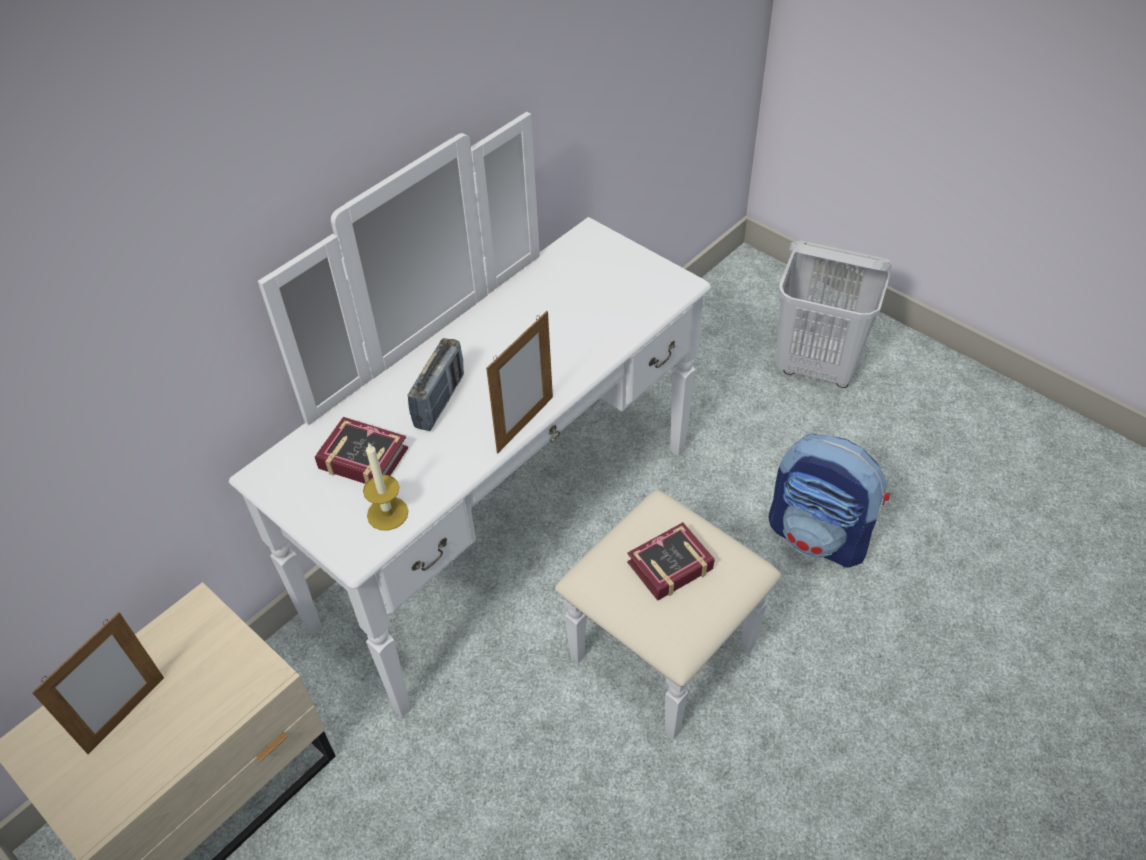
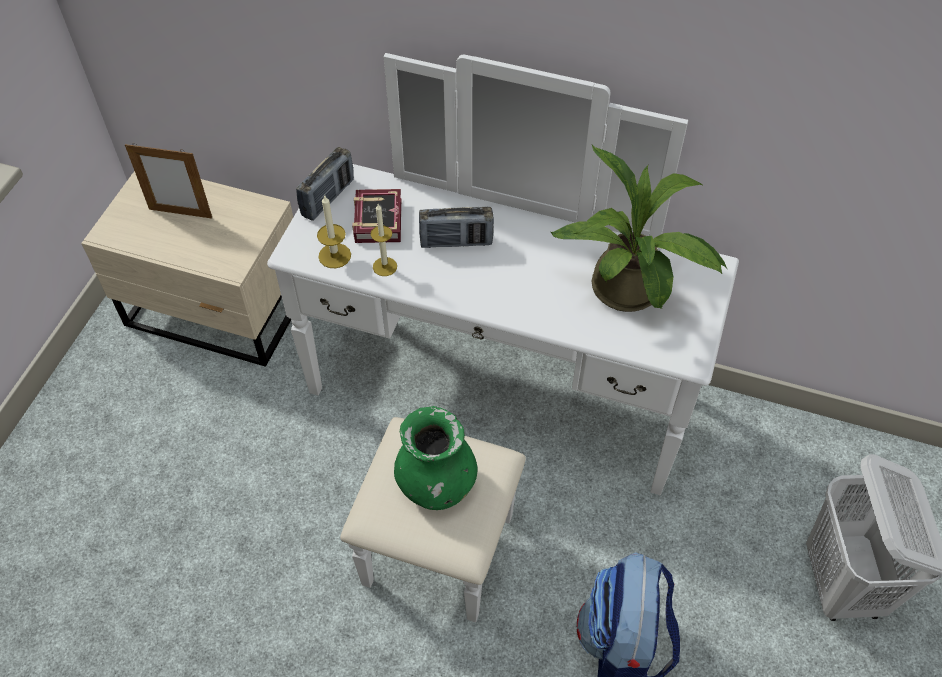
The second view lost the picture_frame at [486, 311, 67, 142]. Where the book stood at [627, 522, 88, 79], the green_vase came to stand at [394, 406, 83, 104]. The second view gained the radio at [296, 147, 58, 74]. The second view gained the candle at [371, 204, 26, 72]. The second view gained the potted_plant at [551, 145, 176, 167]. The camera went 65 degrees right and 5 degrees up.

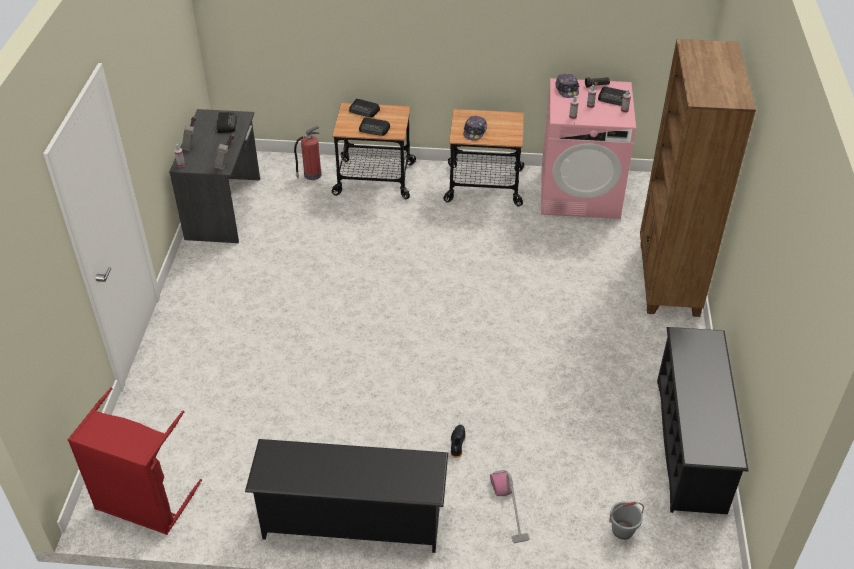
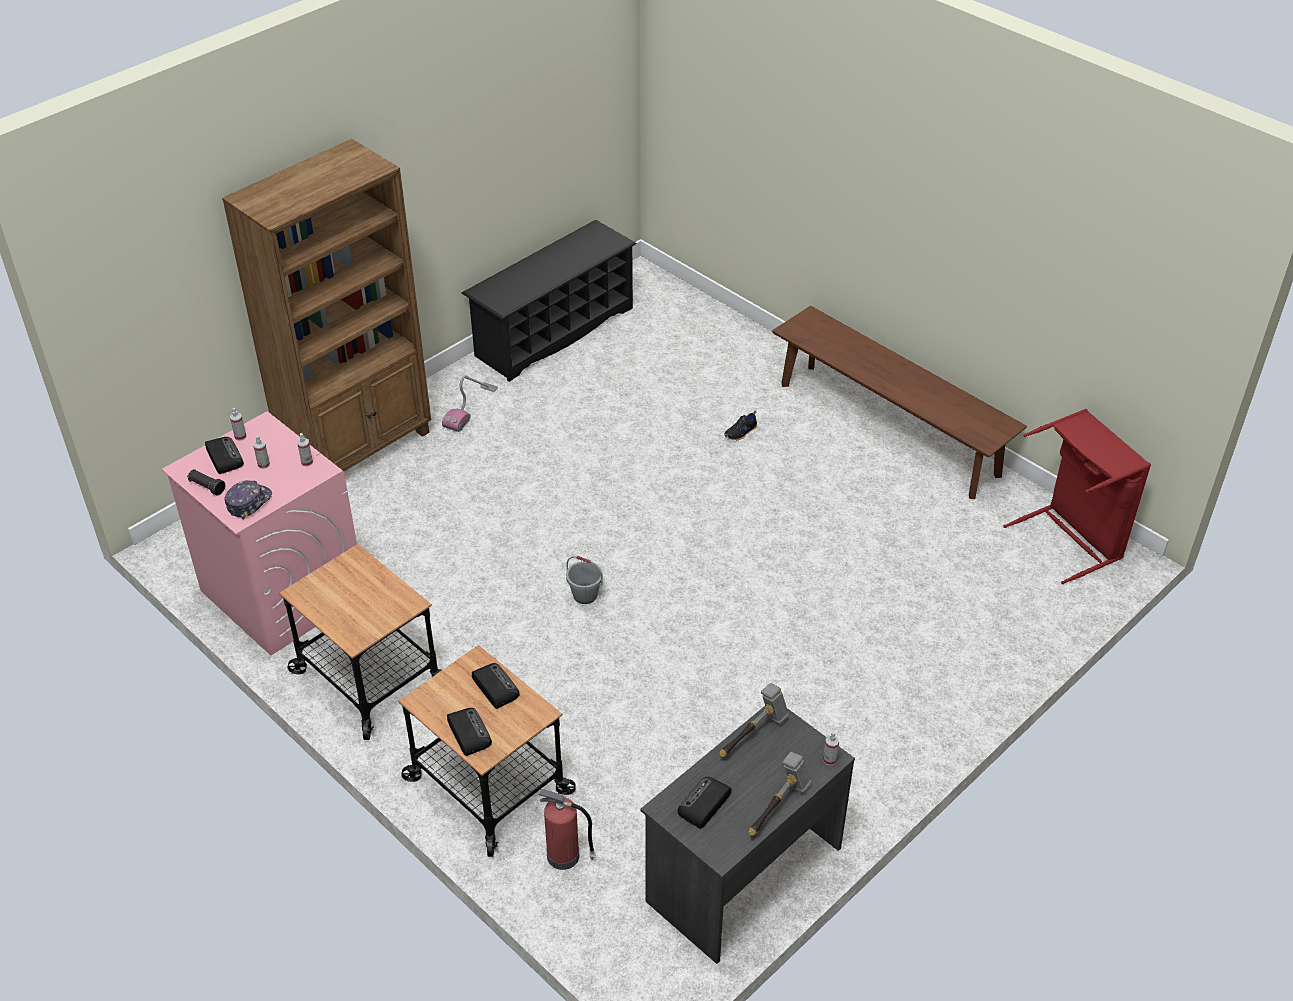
Where the black_shoe_rack stood at [245, 439, 203, 114], the brown_bench came to stand at [772, 306, 255, 193]. The second view lost the cap at [463, 116, 24, 24]. The vacuum_cleaner ended up elsewhere, having gone from [490, 470, 40, 73] to [442, 375, 56, 57]. The grey_bucket ended up elsewhere, having gone from [609, 501, 35, 39] to [566, 556, 37, 48]. The camera went 140 degrees left and 0 degrees up.

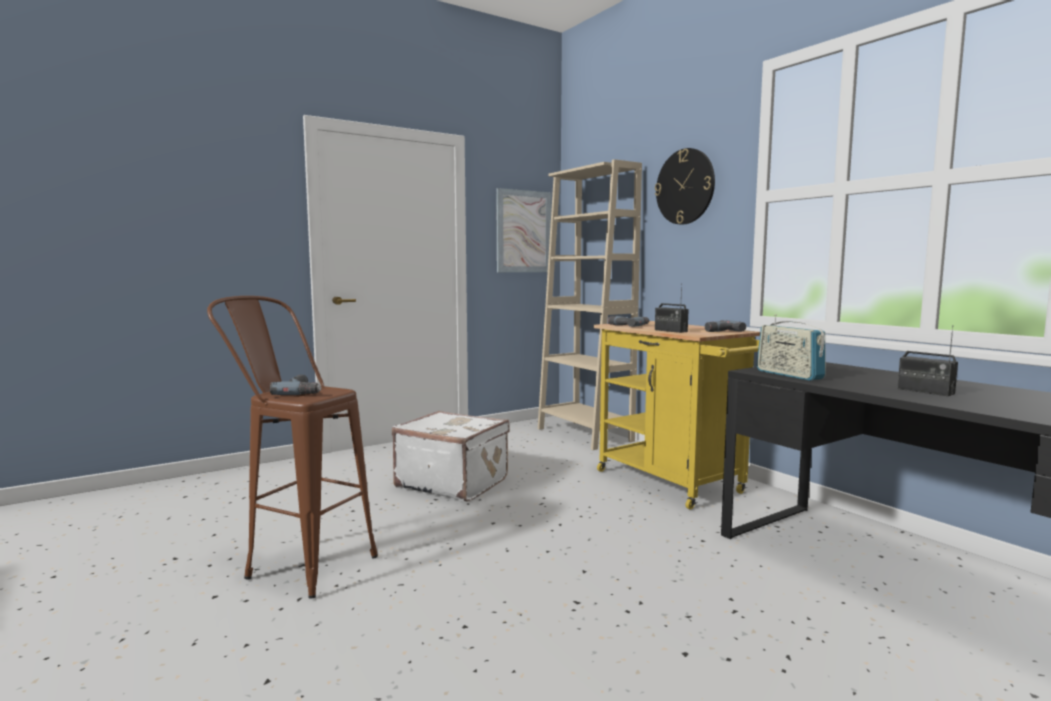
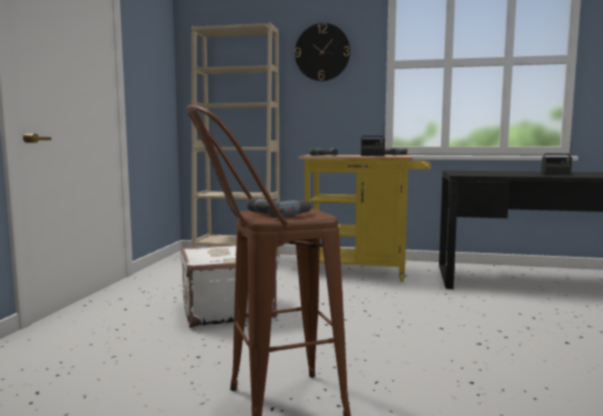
The second view lost the picture at [496, 188, 55, 84]. The second view lost the radio at [757, 314, 69, 67]. The camera went 45 degrees left and 0 degrees up.

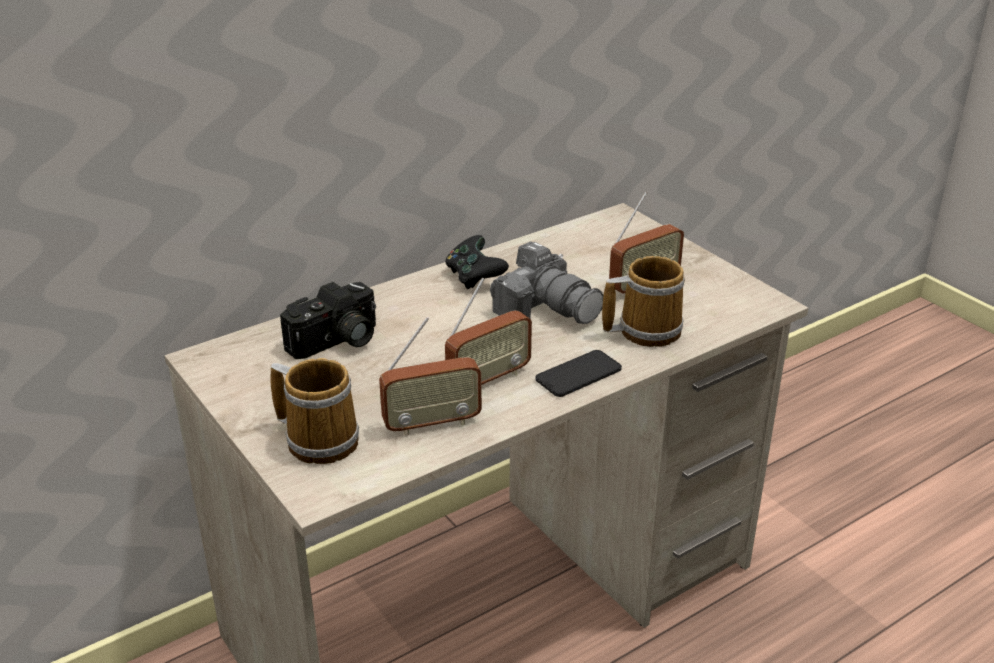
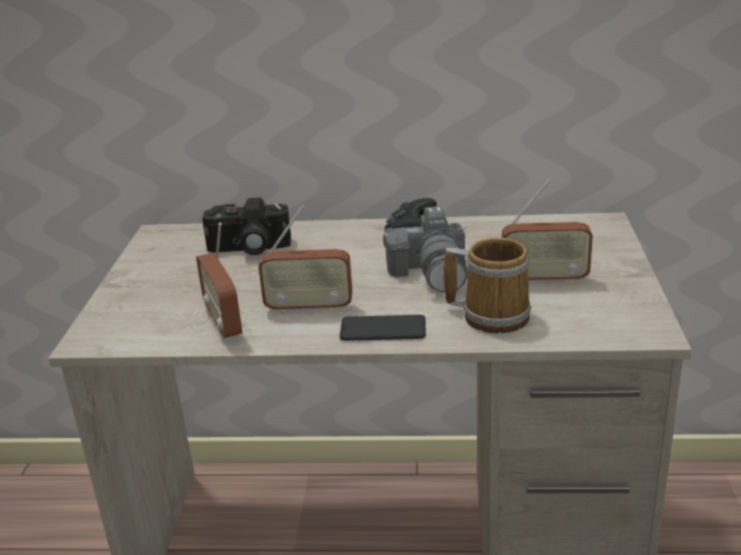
The second view lost the mug at [270, 358, 89, 106]. The radio at [379, 317, 103, 119] ended up facing another way, 45 degrees clockwise from before. The camera went 40 degrees right and 5 degrees down.

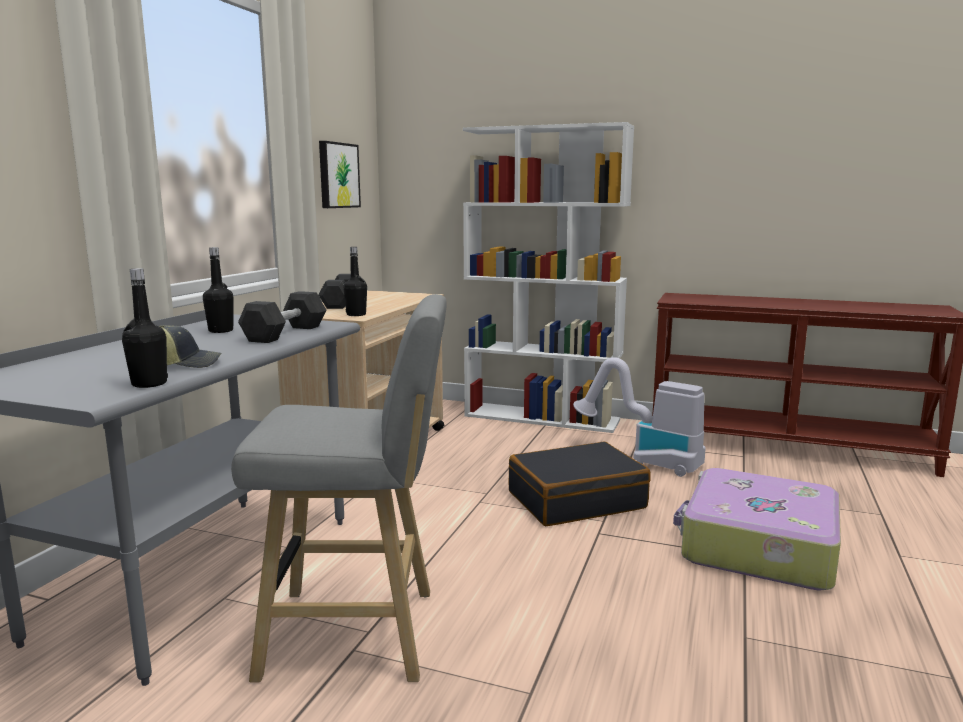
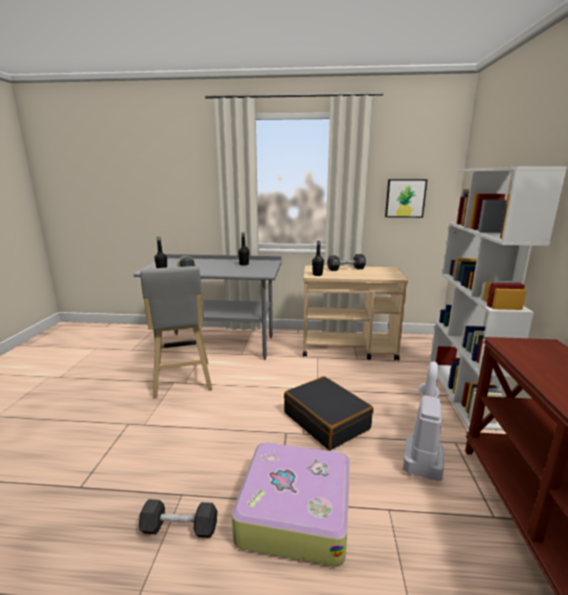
The black_dumbbell ended up elsewhere, having gone from [238, 291, 88, 52] to [139, 499, 78, 39]. The camera went 75 degrees right and 5 degrees up.

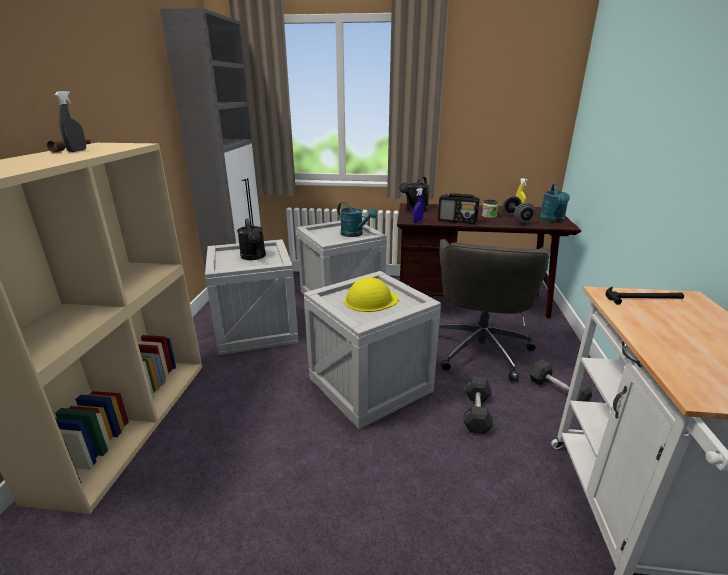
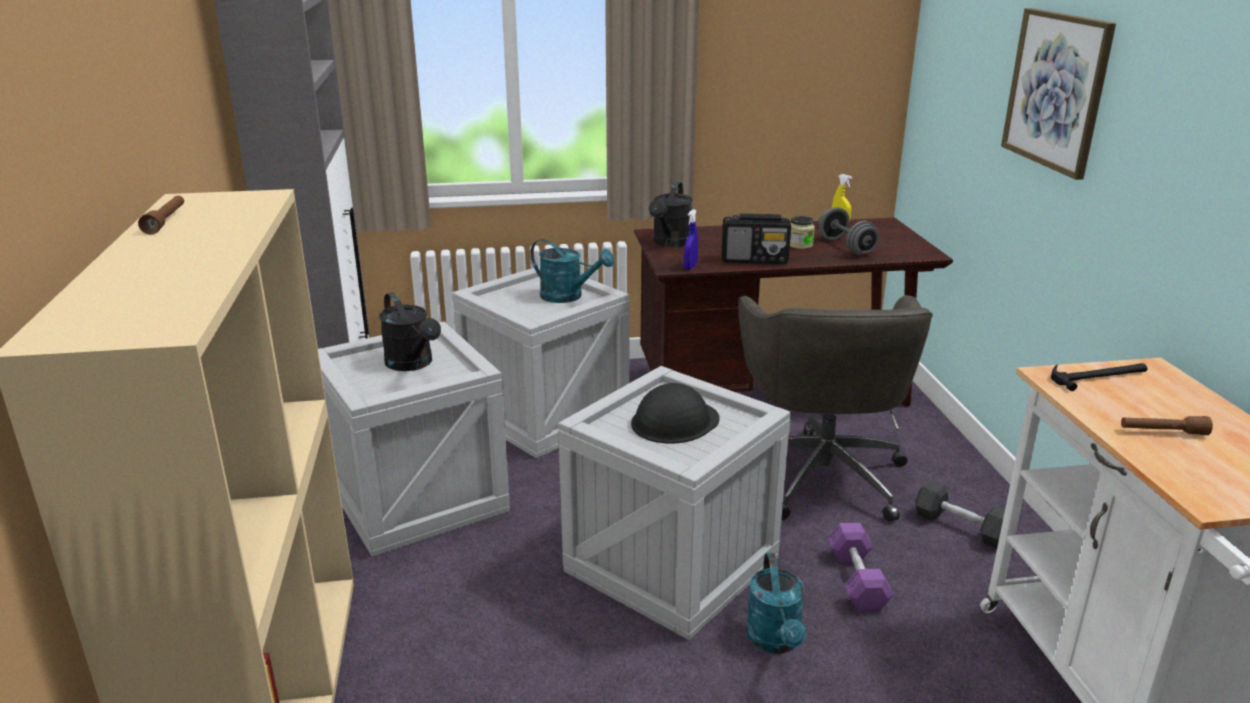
The second view lost the grey_spray_bottle at [54, 91, 32, 61]. What was the yellow_hard_hat at [344, 277, 55, 35] turned into the black_hard_hat at [631, 383, 89, 61]. What was the grey_dumbbell at [463, 377, 30, 57] turned into the purple_dumbbell at [827, 523, 66, 88]. The turquoise_watering_can ended up elsewhere, having gone from [540, 184, 30, 39] to [746, 553, 60, 101]. The second view gained the picture at [1001, 8, 115, 172]. The second view gained the brown_flashlight at [1121, 416, 92, 19]. The camera went 15 degrees left and 0 degrees up.

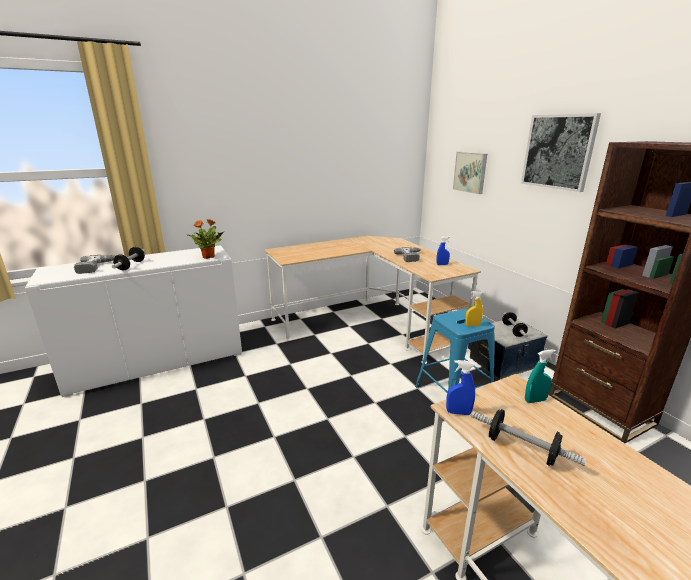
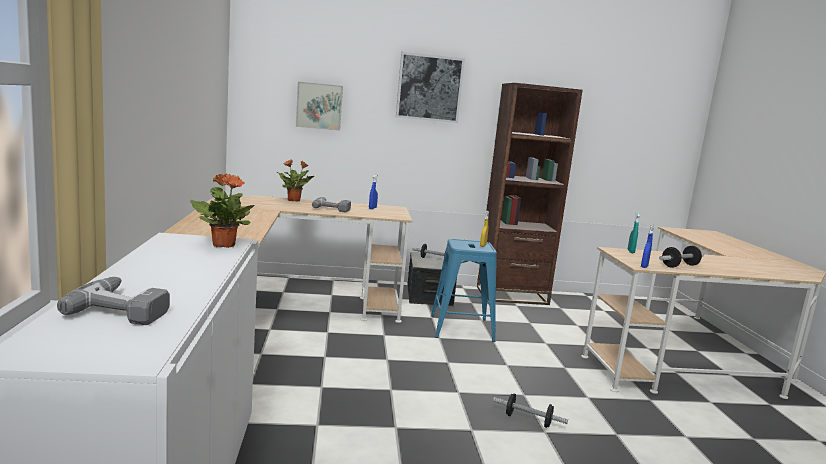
The dumbbell ended up elsewhere, having gone from [112, 247, 33, 23] to [493, 393, 75, 35]. The second view gained the potted_plant at [277, 160, 37, 42]. The camera went 70 degrees left and 10 degrees down.

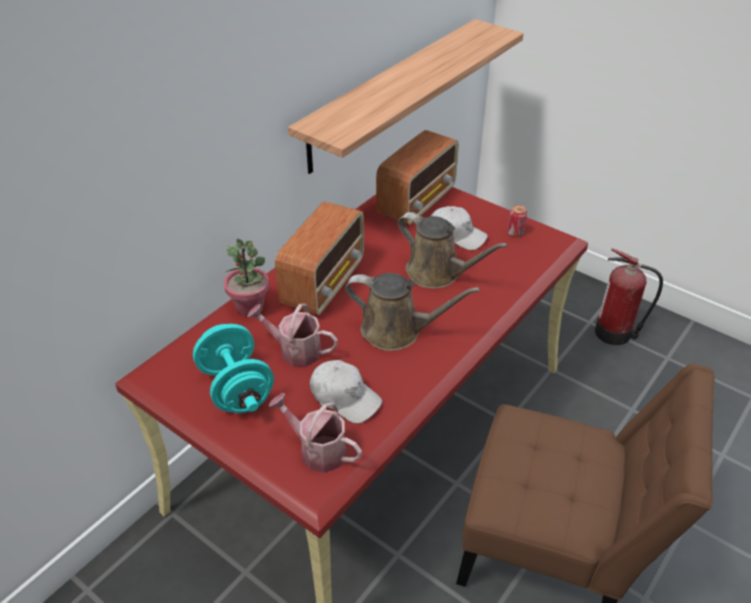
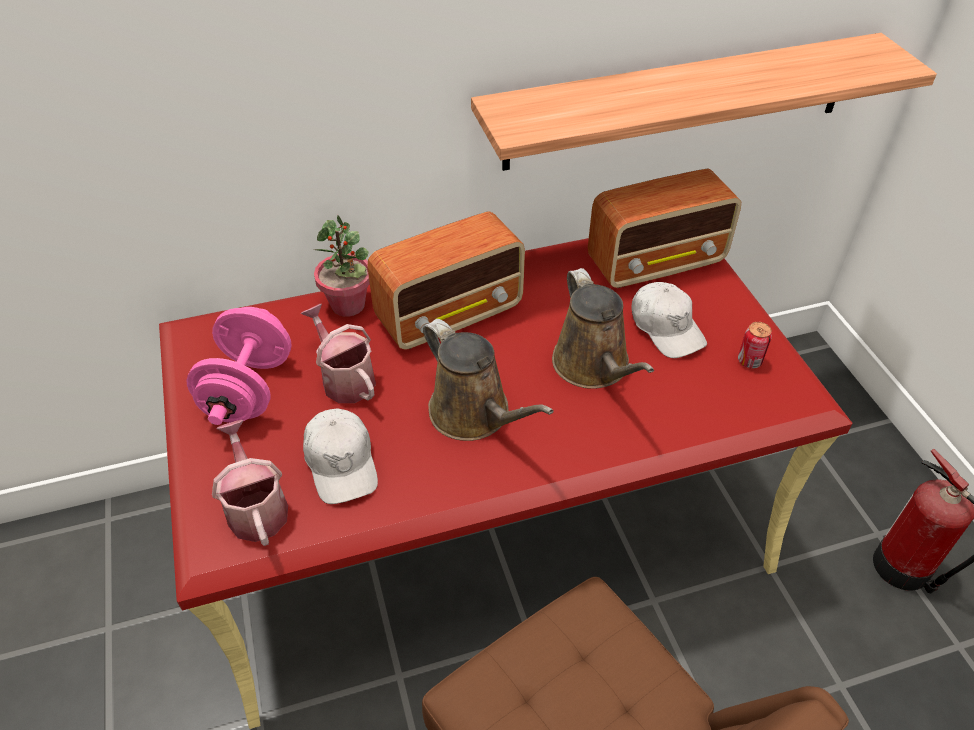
What was the turquoise_dumbbell at [193, 324, 81, 89] turned into the pink_dumbbell at [187, 307, 105, 118]. The camera went 35 degrees right and 5 degrees up.

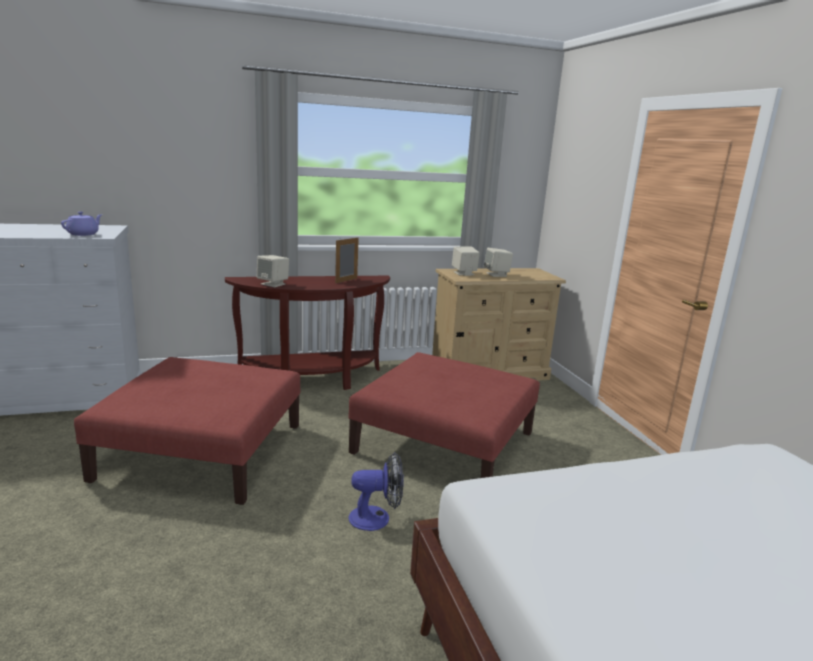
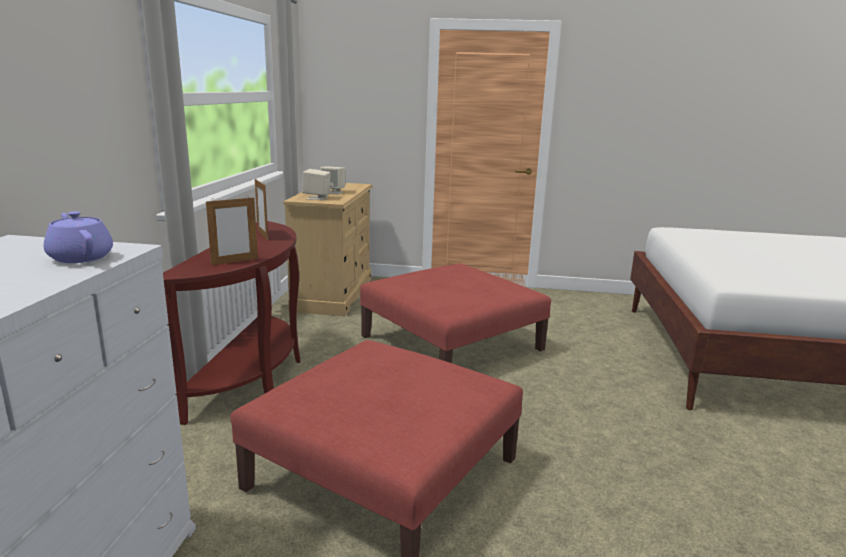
Where the beige_speaker stood at [257, 255, 32, 32], the picture_frame came to stand at [206, 197, 52, 68]. The second view lost the fan at [349, 452, 55, 79]. The camera went 65 degrees left and 0 degrees up.

